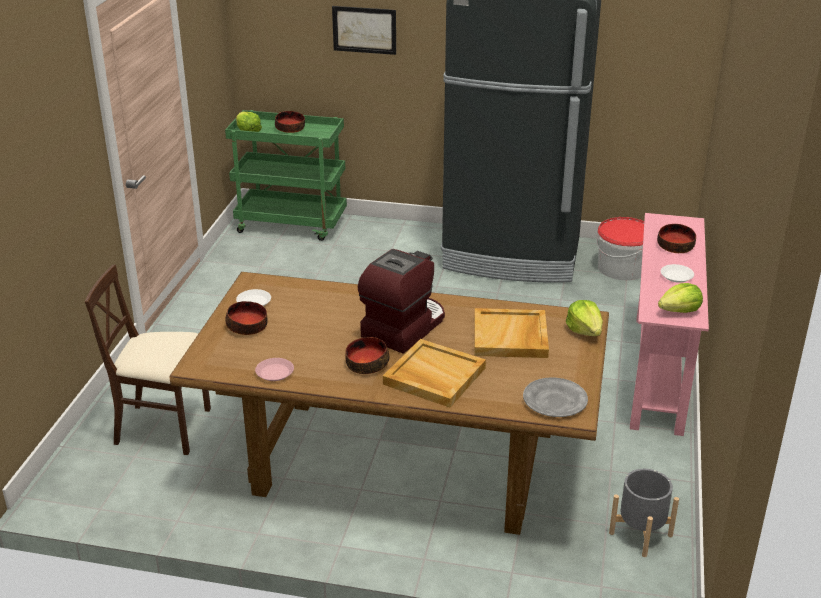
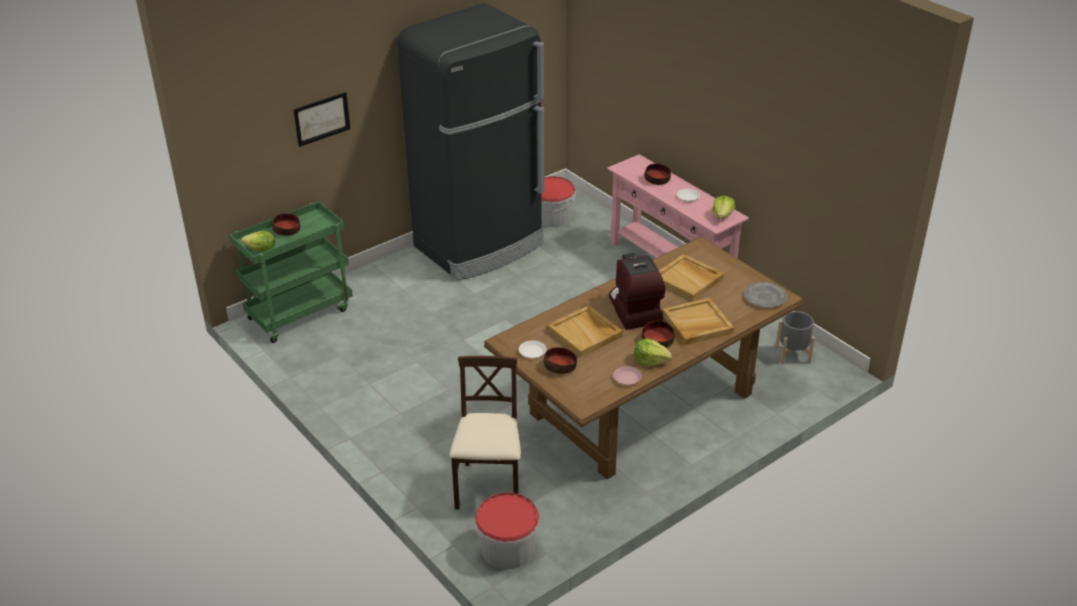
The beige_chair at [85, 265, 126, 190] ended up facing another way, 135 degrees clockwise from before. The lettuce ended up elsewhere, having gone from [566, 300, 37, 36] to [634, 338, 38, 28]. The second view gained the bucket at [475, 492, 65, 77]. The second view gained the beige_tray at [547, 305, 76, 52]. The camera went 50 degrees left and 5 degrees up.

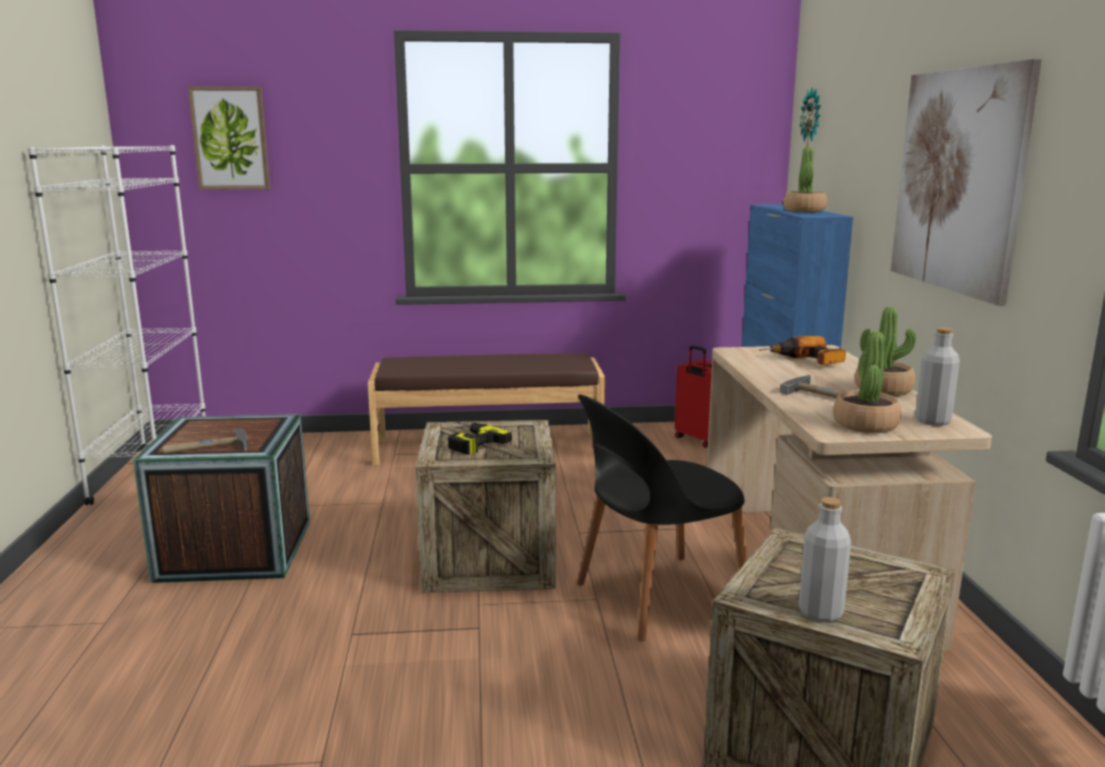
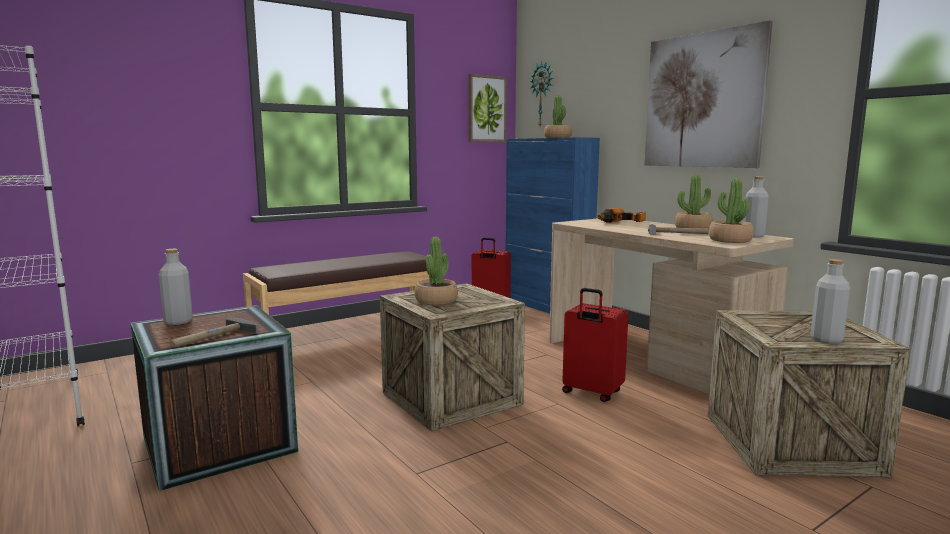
The picture ended up elsewhere, having gone from [188, 86, 82, 104] to [468, 74, 39, 68]. Where the power_drill stood at [448, 421, 64, 34], the potted_plant came to stand at [415, 237, 43, 68]. Where the black_chair stood at [577, 394, 170, 248], the red_suitcase came to stand at [562, 288, 67, 114]. The second view gained the grey_bottle at [159, 249, 34, 76]. The camera went 30 degrees left and 5 degrees down.

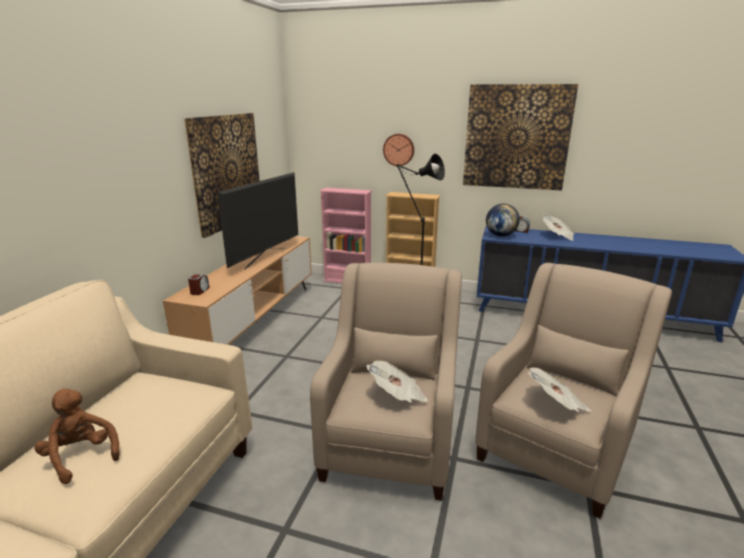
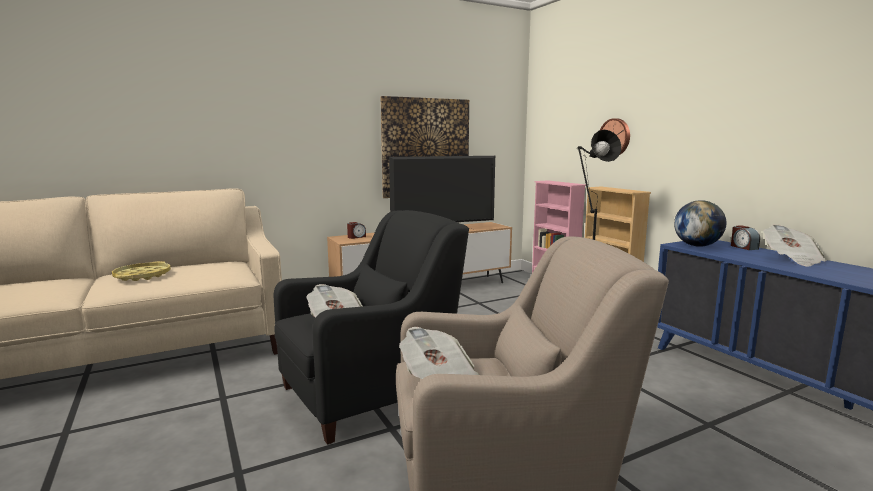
Where the brown_plush_toy stood at [34, 389, 86, 95], the yellow_tray came to stand at [112, 261, 59, 20]. What was the beige_armchair at [310, 263, 152, 238] turned into the black_armchair at [274, 210, 195, 235]. The second view lost the picture at [463, 84, 115, 106]. The camera went 45 degrees right and 10 degrees down.

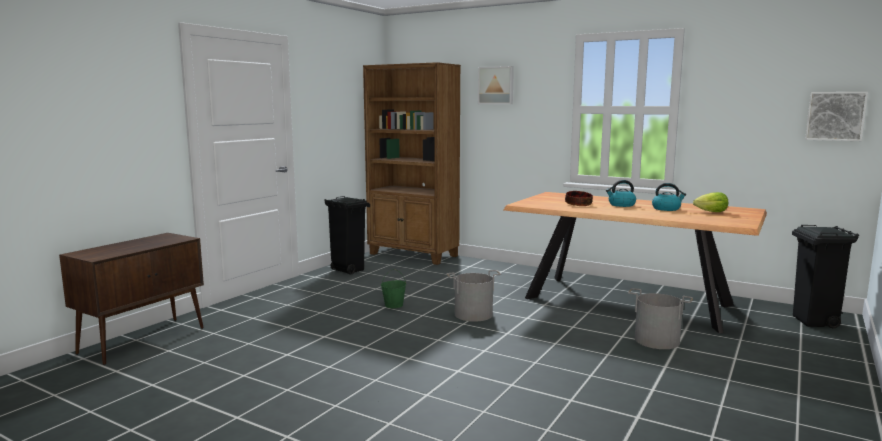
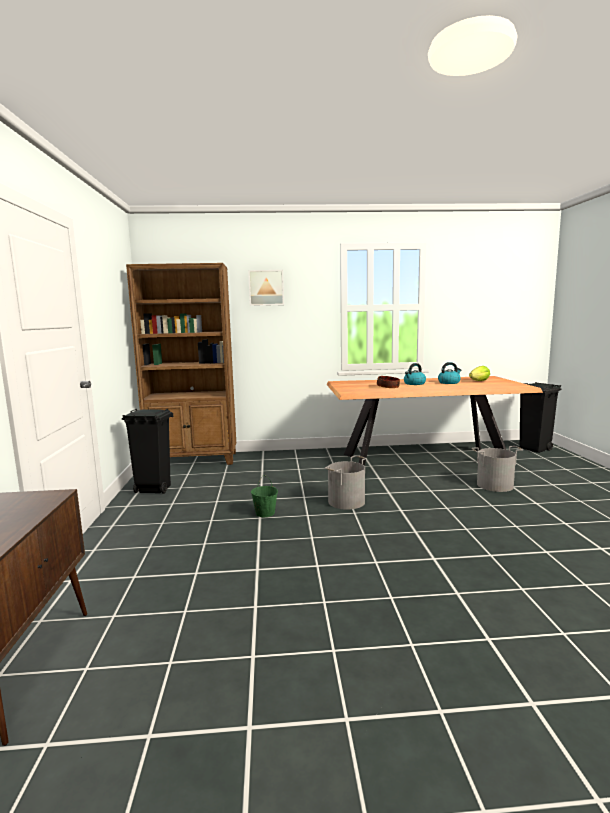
The second view lost the picture at [805, 92, 63, 49]. The camera went 35 degrees left and 0 degrees up.

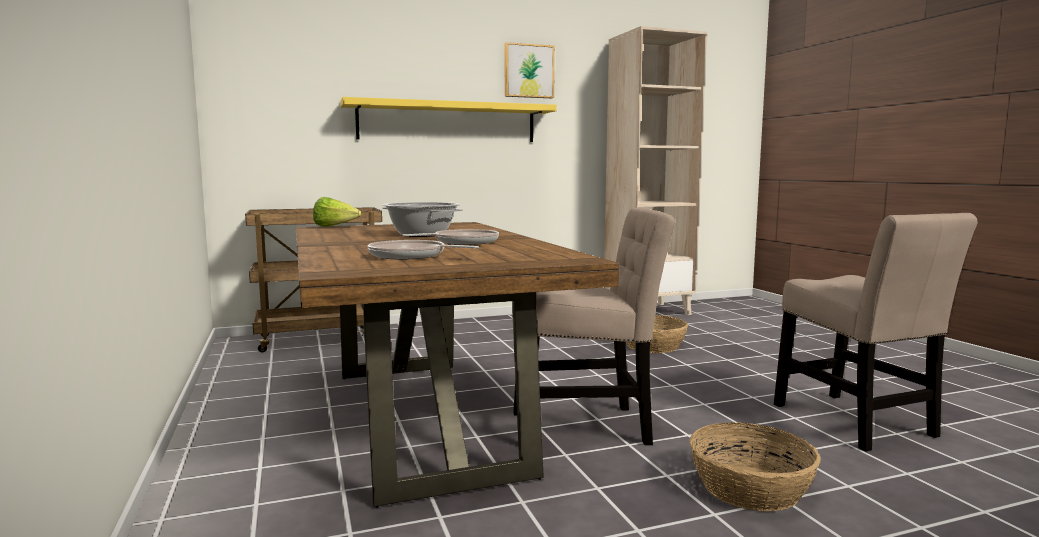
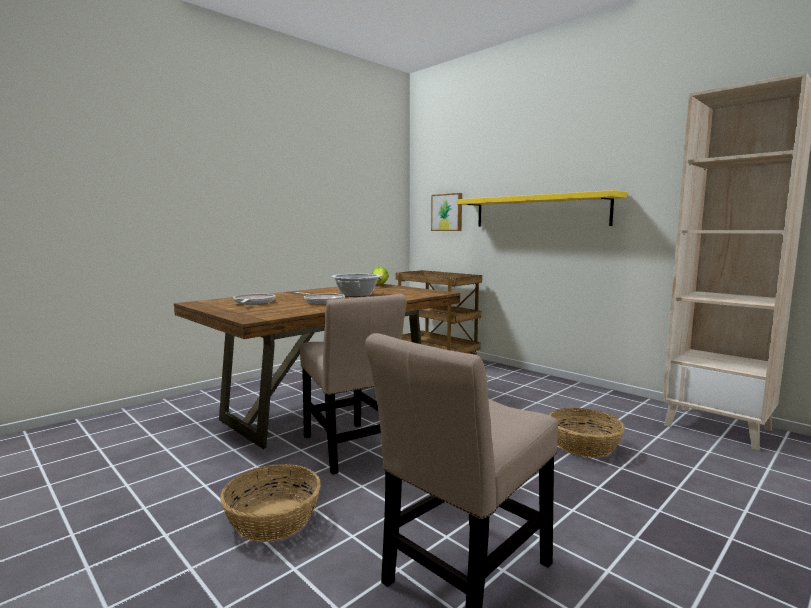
The picture ended up elsewhere, having gone from [505, 42, 50, 56] to [431, 193, 31, 38]. The camera went 65 degrees right and 0 degrees up.

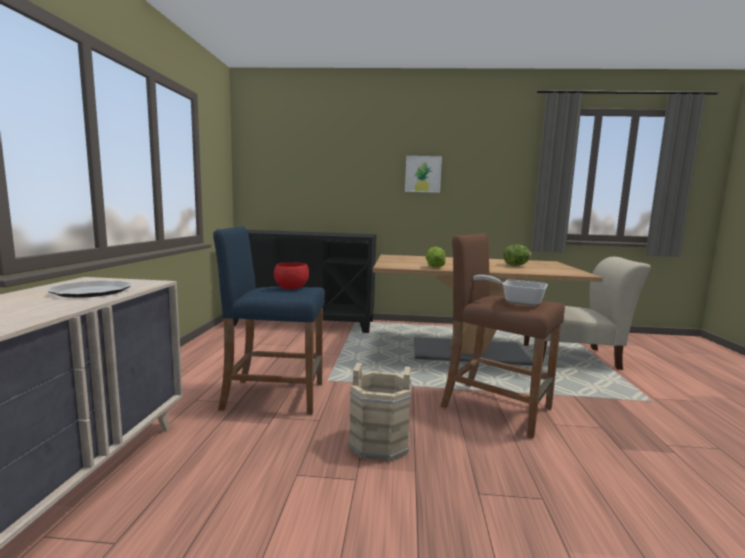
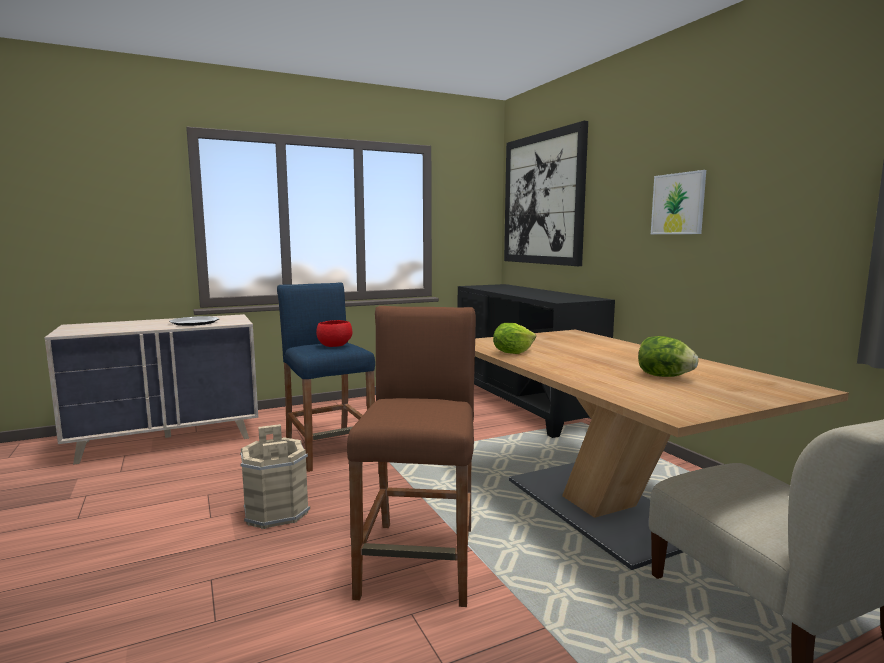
The second view lost the frying_pan at [473, 275, 75, 31]. The second view gained the picture at [504, 121, 84, 145]. The camera went 60 degrees right and 0 degrees up.

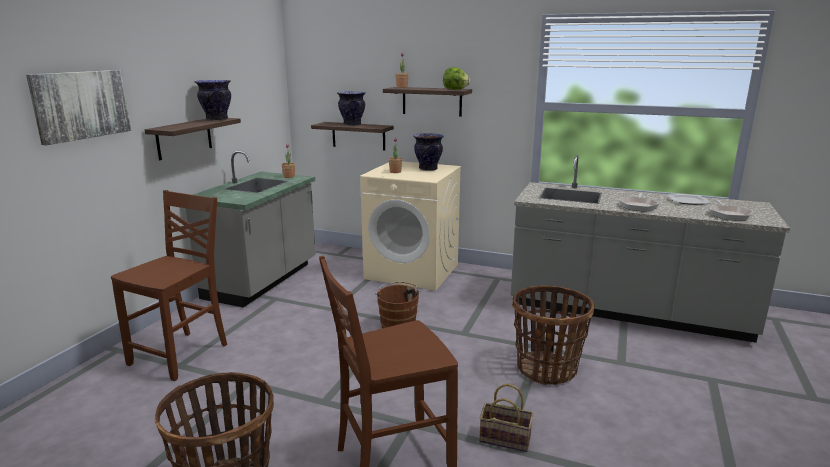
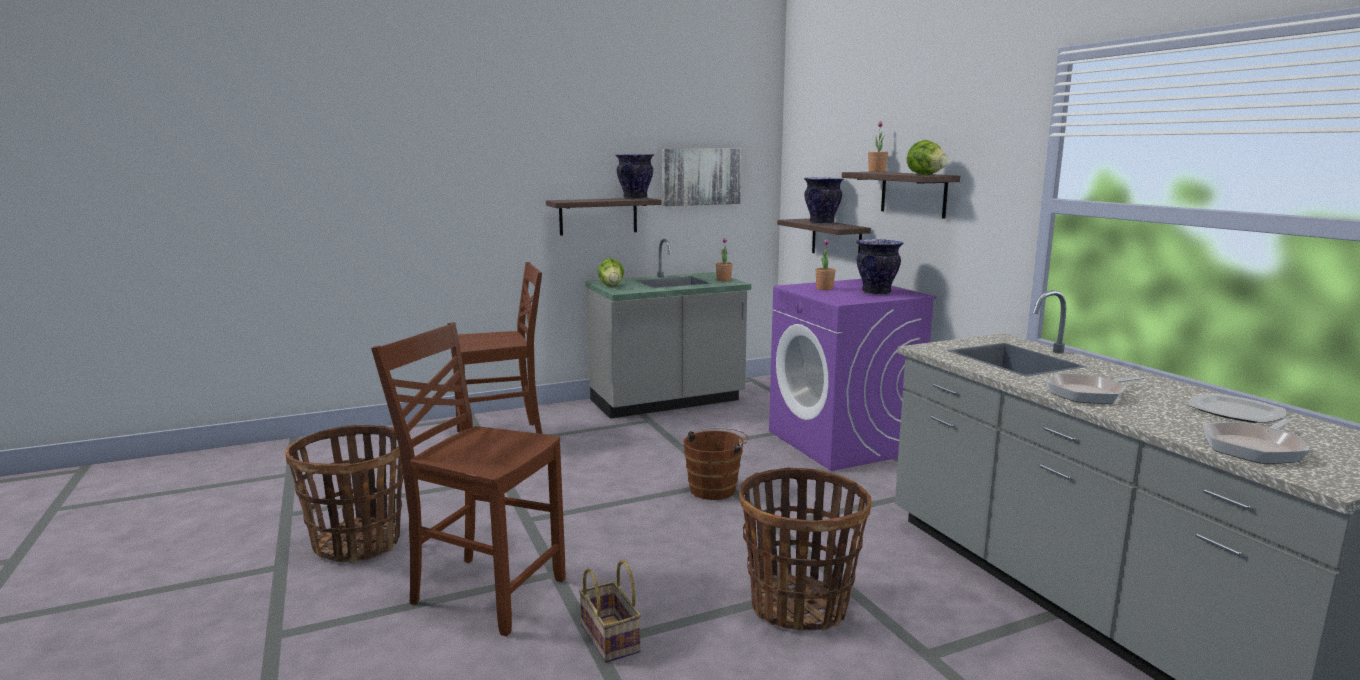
The picture ended up elsewhere, having gone from [26, 70, 105, 75] to [662, 149, 80, 57]. What was the beige_washing_machine at [360, 161, 101, 130] turned into the purple_washing_machine at [769, 279, 168, 192]. The second view gained the lettuce at [598, 258, 26, 29]. The camera went 45 degrees right and 5 degrees down.

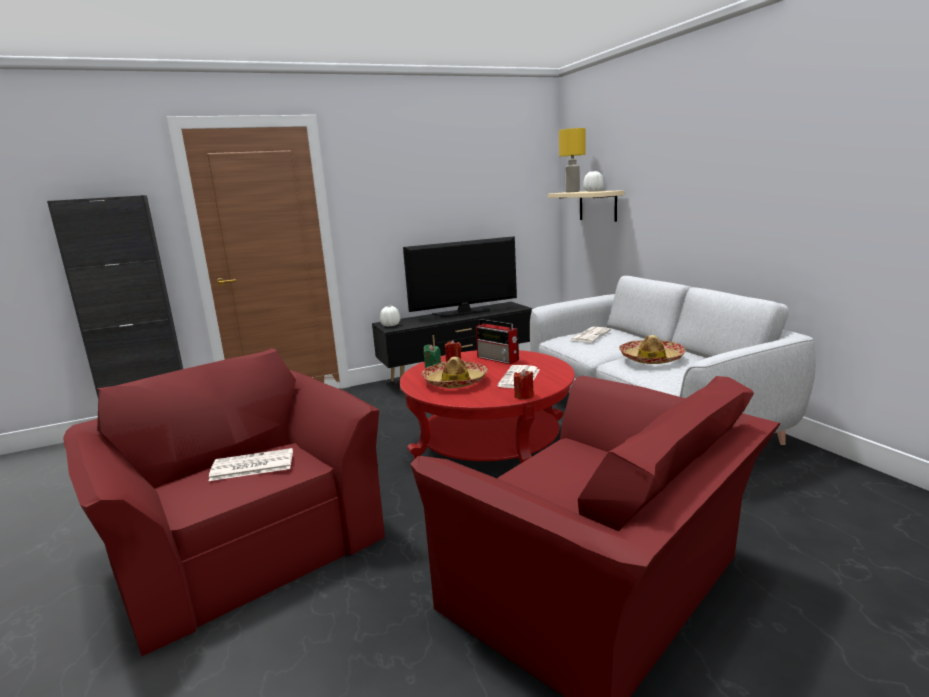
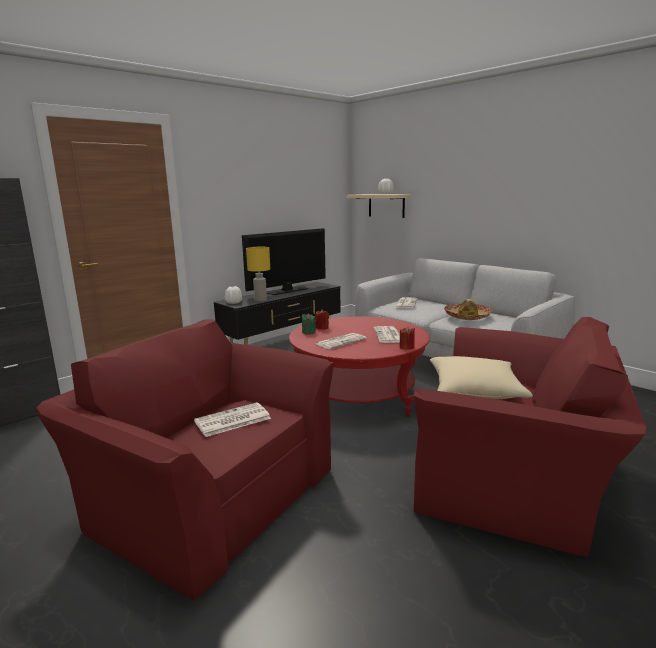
Where the hat stood at [422, 357, 66, 31], the newspaper came to stand at [316, 333, 51, 16]. The second view lost the radio at [476, 319, 43, 45]. The yellow_table_lamp ended up elsewhere, having gone from [559, 128, 26, 65] to [246, 247, 24, 55]. The second view gained the beige_pillow at [430, 356, 103, 43]. The camera went 20 degrees left and 0 degrees up.

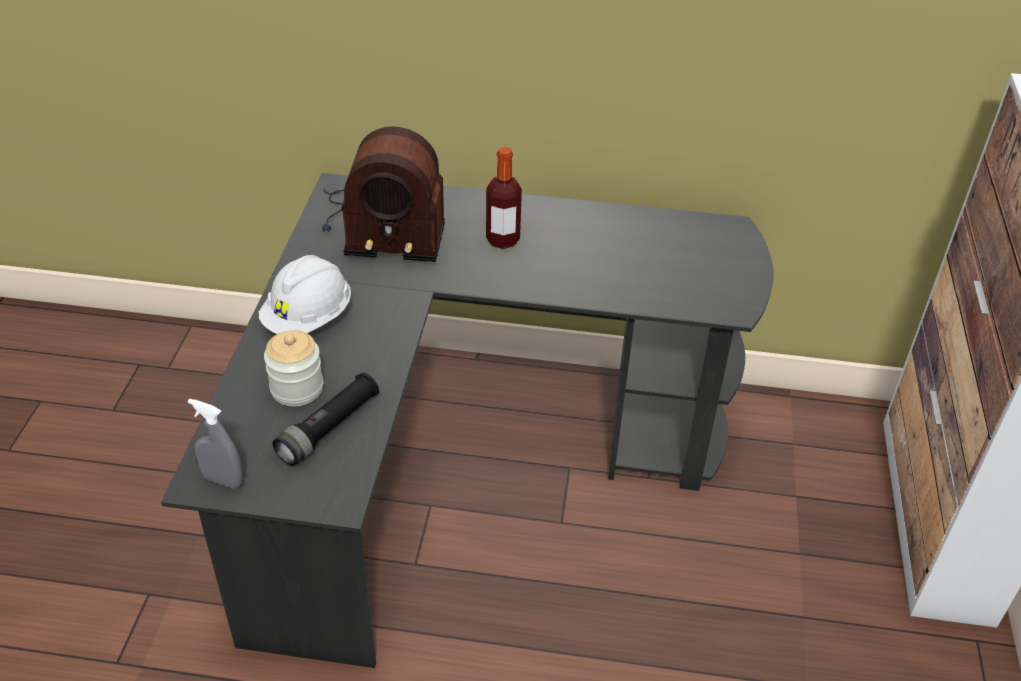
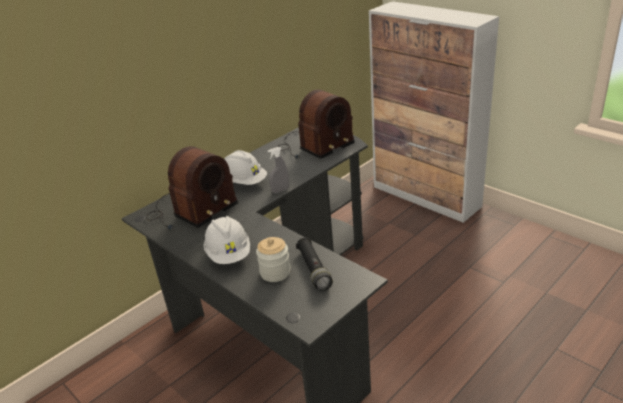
The grey_spray_bottle ended up elsewhere, having gone from [188, 399, 55, 90] to [268, 147, 21, 46]. Where the bottle stood at [486, 147, 36, 102], the white_hard_hat came to stand at [225, 150, 42, 35]. The second view gained the radio at [277, 89, 78, 70]. The camera went 50 degrees left and 10 degrees down.

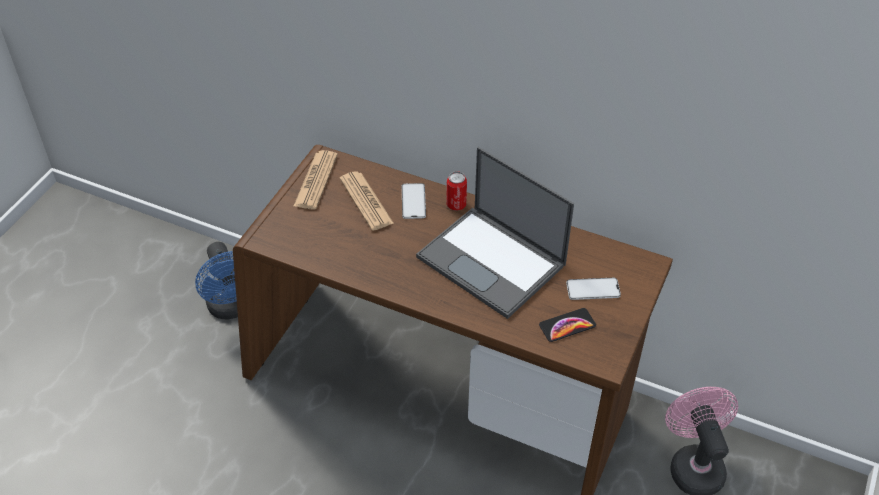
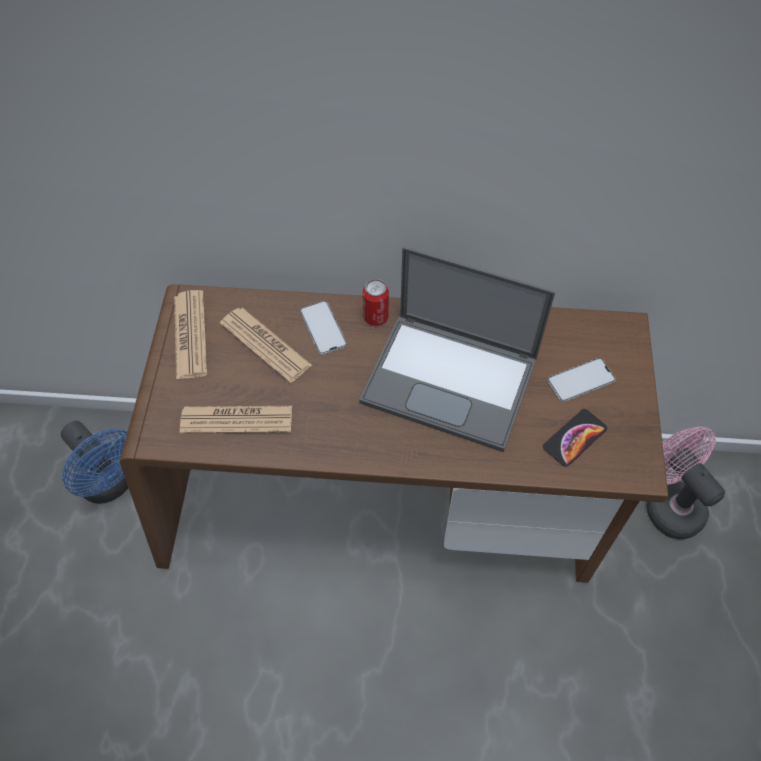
The second view gained the newspaper at [180, 406, 112, 28]. The camera went 20 degrees left and 10 degrees up.

